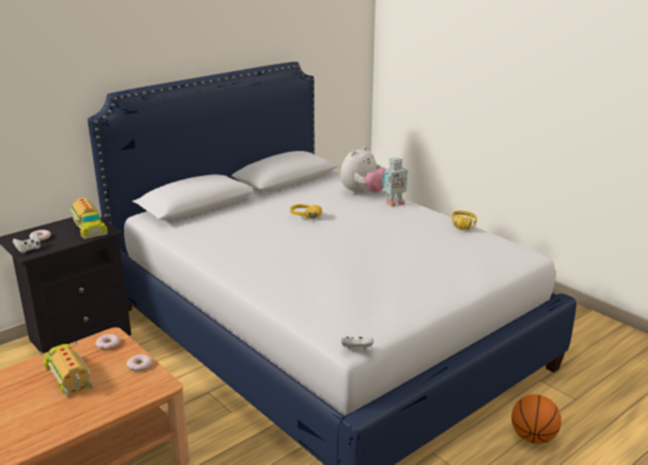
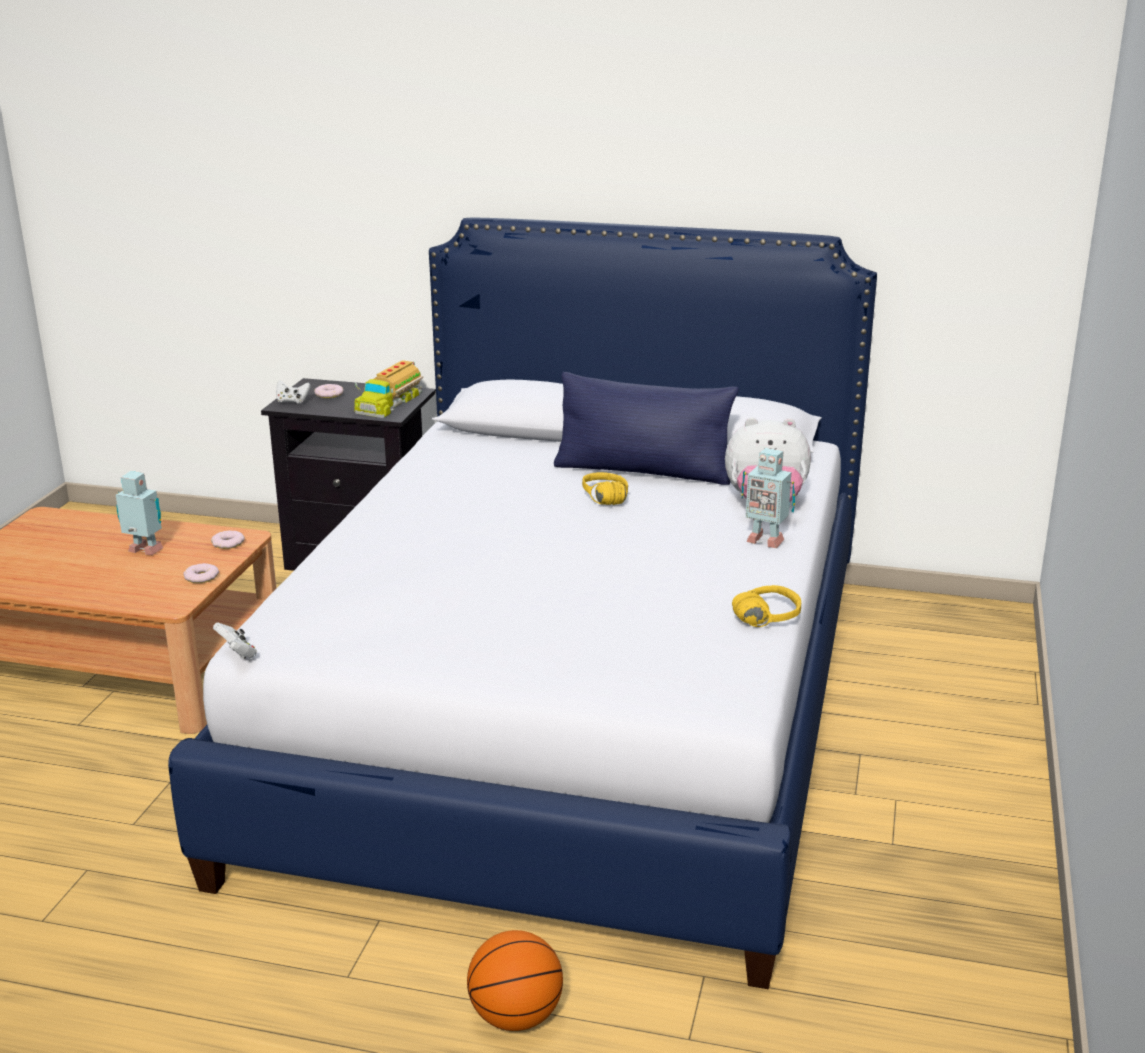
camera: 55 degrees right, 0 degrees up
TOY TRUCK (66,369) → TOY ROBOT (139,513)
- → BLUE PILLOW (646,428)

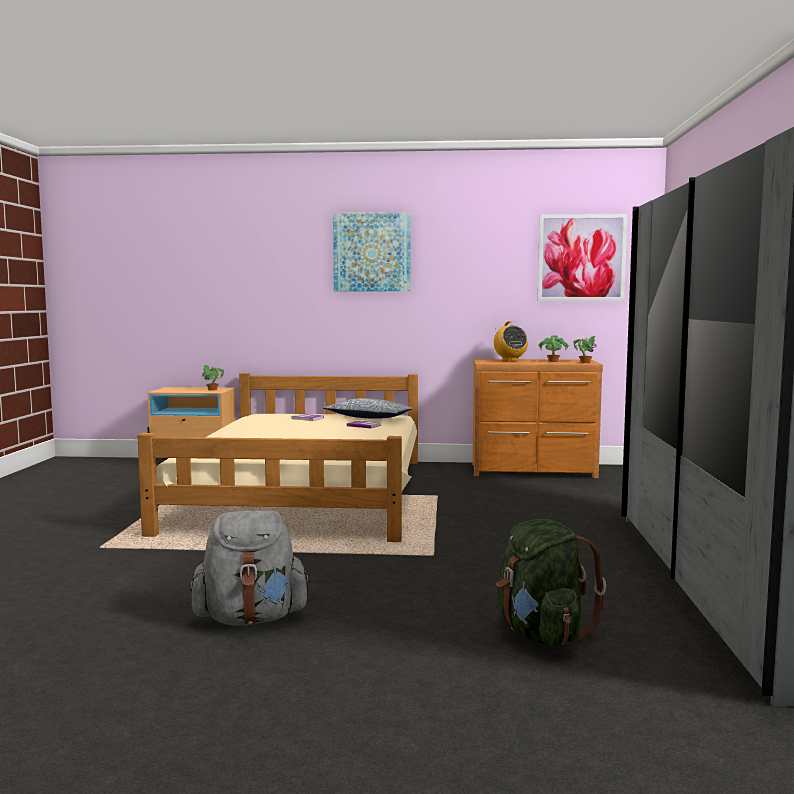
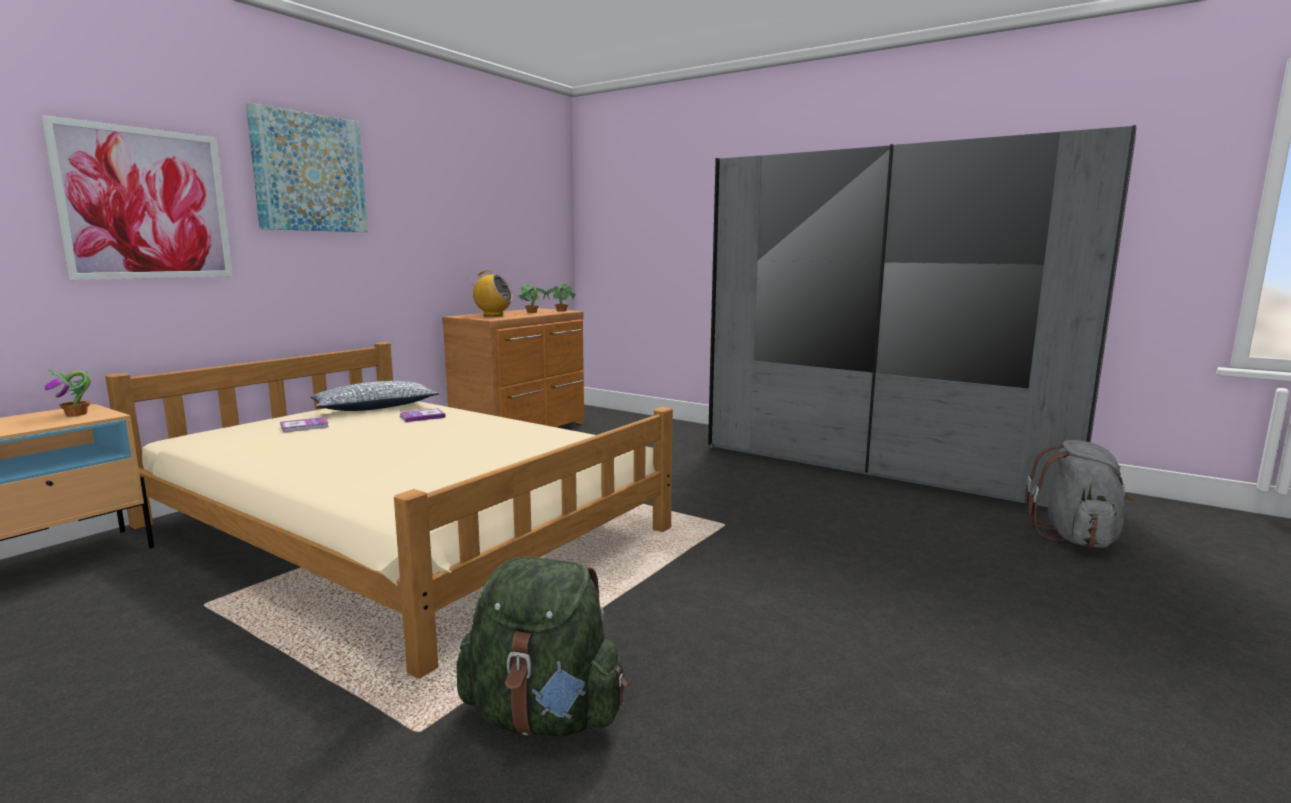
camera: 60 degrees left, 5 degrees up
PICTURE (582,257) → PICTURE (137,197), move
GREY BACKPACK (250,568) → GREY BACKPACK (1079,494), move
GREEN BACKPACK (551,582) → GREEN BACKPACK (542,646), move

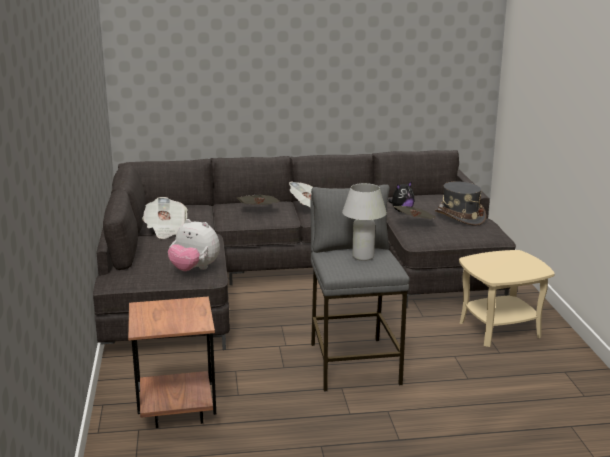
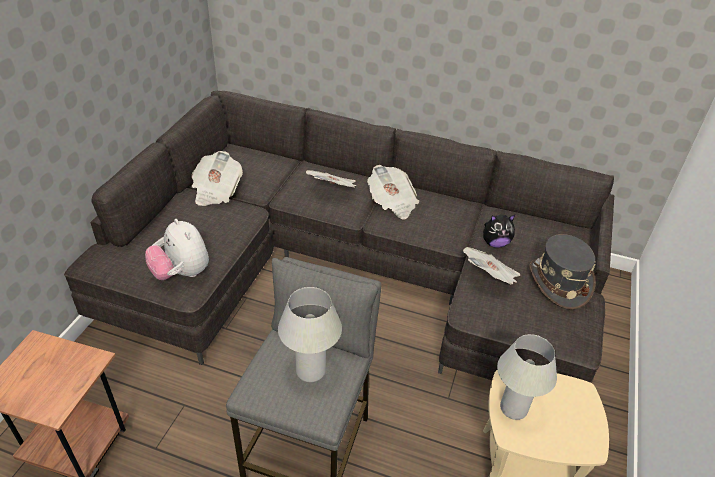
camera: 25 degrees right, 20 degrees up
- → WHITE TABLE LAMP (527,377)

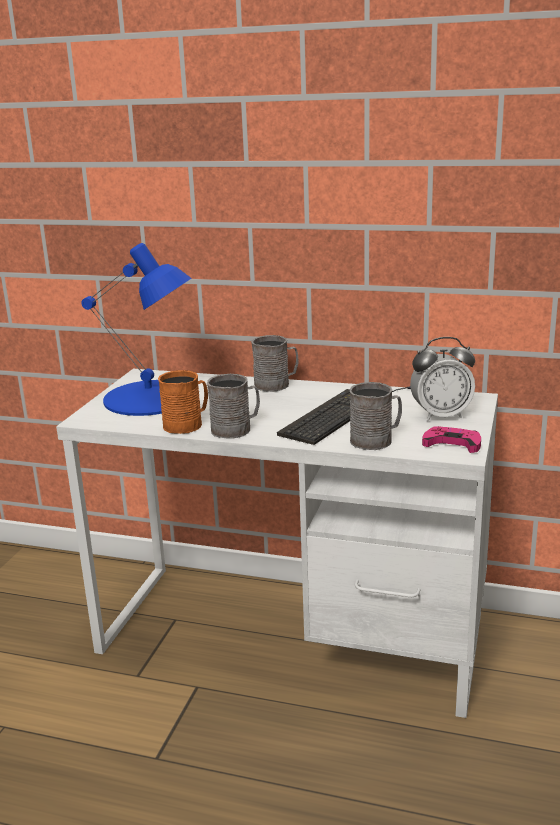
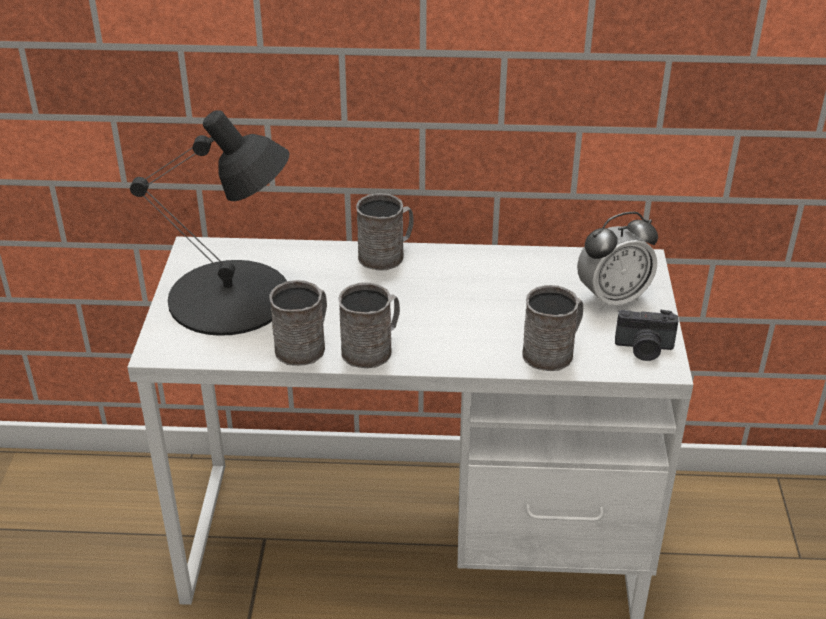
camera: 15 degrees left, 15 degrees up
BLUE TABLE LAMP (137,329) → BLACK TABLE LAMP (209,223)
ORANGE MUG (183,402) → GREY MUG (298,323)
KEYBOARD (344,416) → -
PINK GAME CONTROLLER (451,439) → PHOTO CAMERA (647,335)

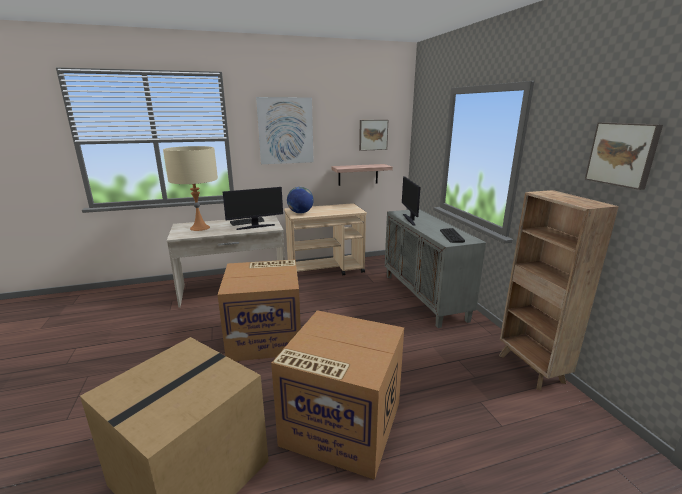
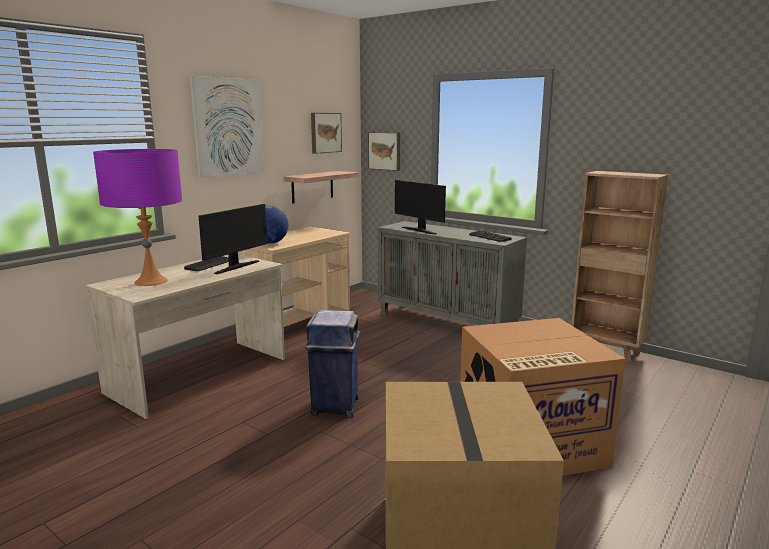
camera: 35 degrees left, 5 degrees down
PICTURE (624,156) → PICTURE (384,151), move
BEIGE TABLE LAMP (190,188) → PURPLE TABLE LAMP (137,217)
CARDBOARD BOX (259,310) → BLUE TRASH CAN (332,364)

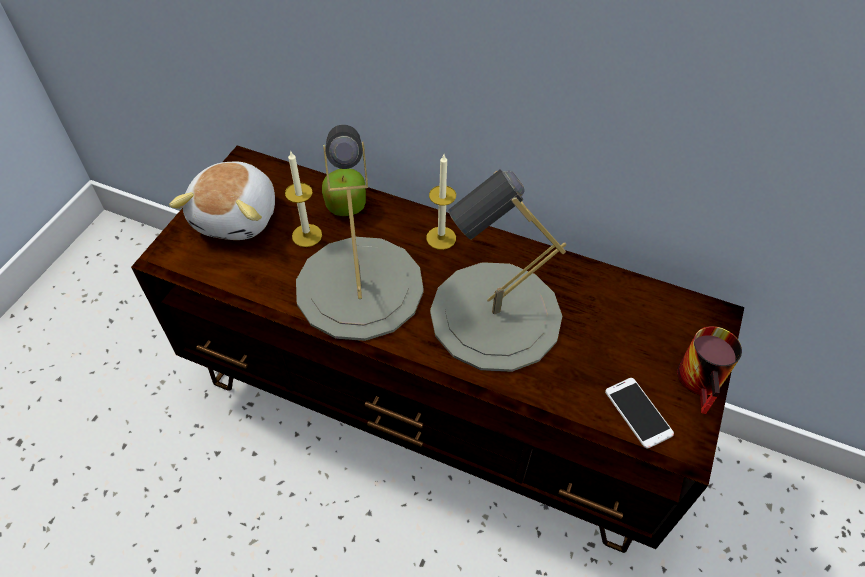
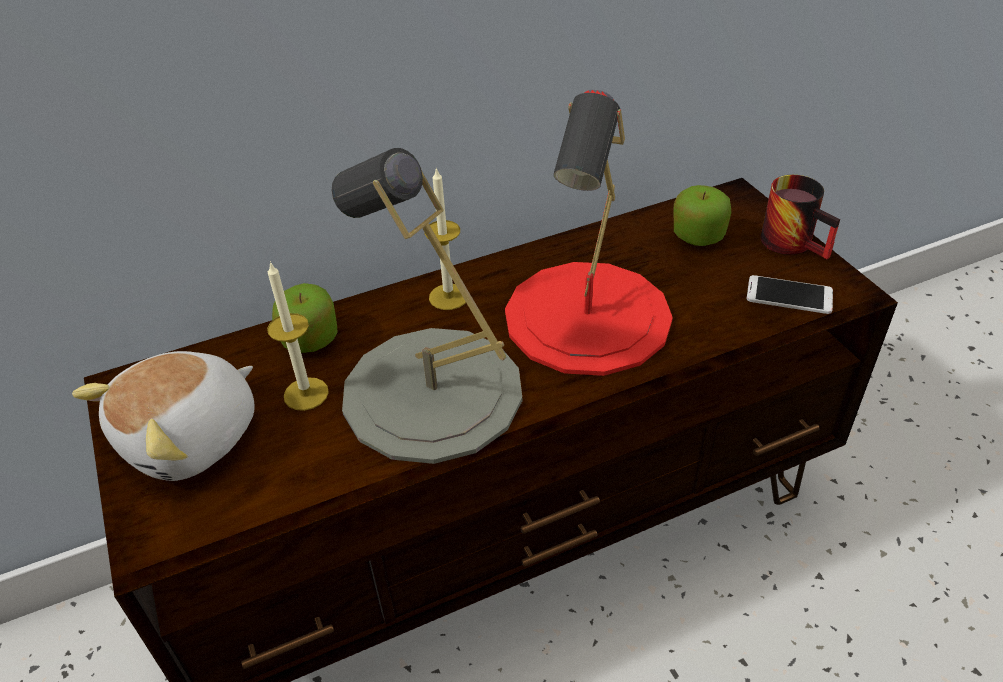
camera: 45 degrees left, 10 degrees down
PLUSH TOY (222,200) → PLUSH TOY (163,416), 75 degrees clockwise
GREY TABLE LAMP (498,270) → RED TABLE LAMP (589,233)
- → APPLE (702,215)

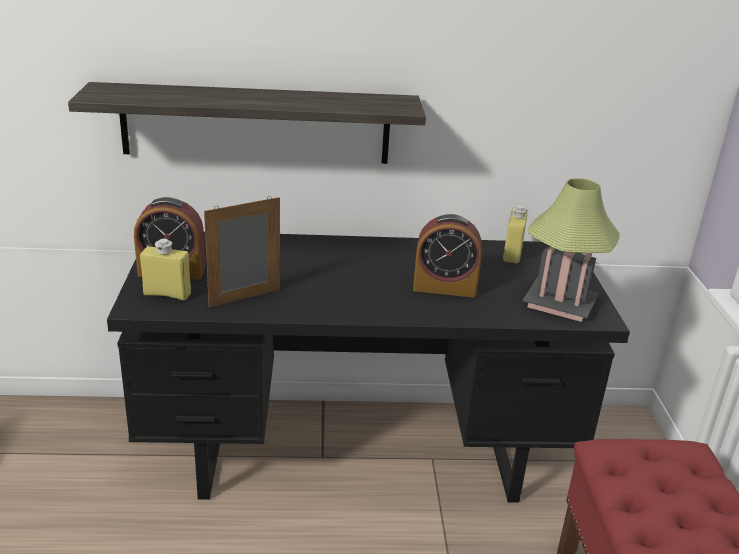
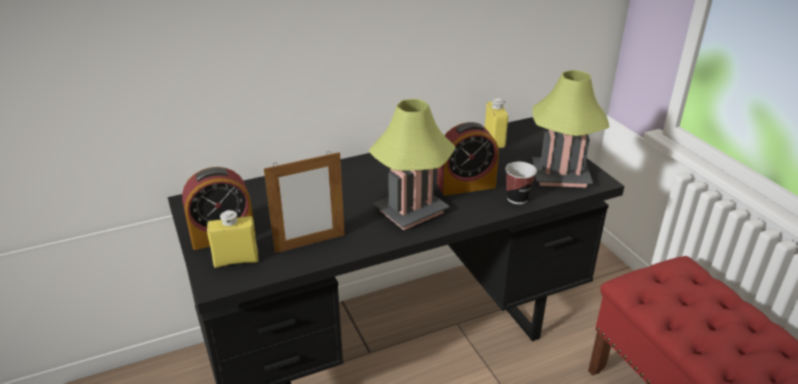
camera: 20 degrees left, 5 degrees up
SHELF (247,123) → -
PICTURE FRAME (242,251) → PICTURE FRAME (304,202), 150 degrees counterclockwise
- → TABLE LAMP (412,164)
- → CUP (521,183)

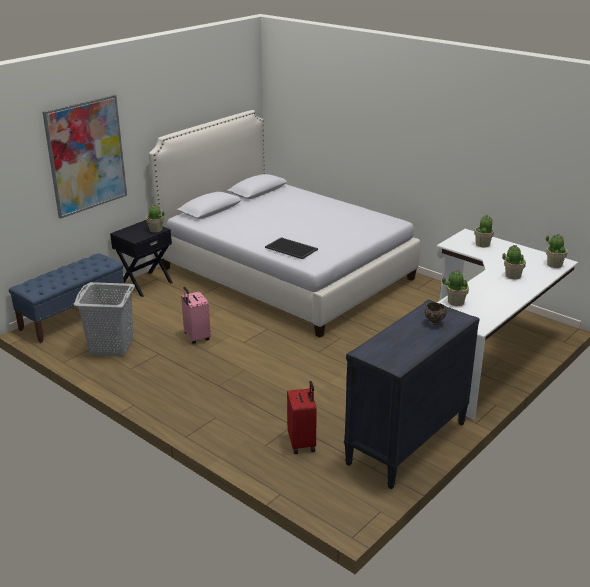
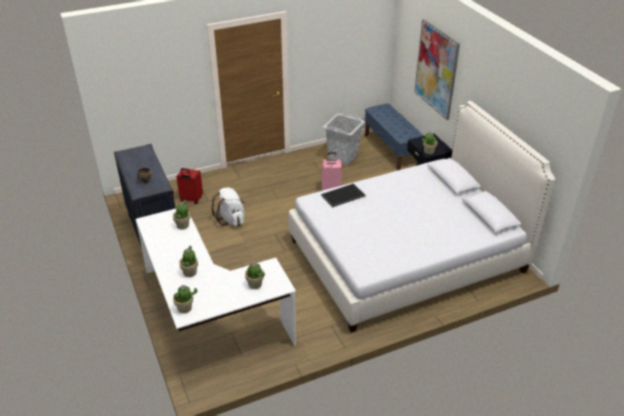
camera: 115 degrees right, 10 degrees up
- → WHITE BACKPACK (228,206)

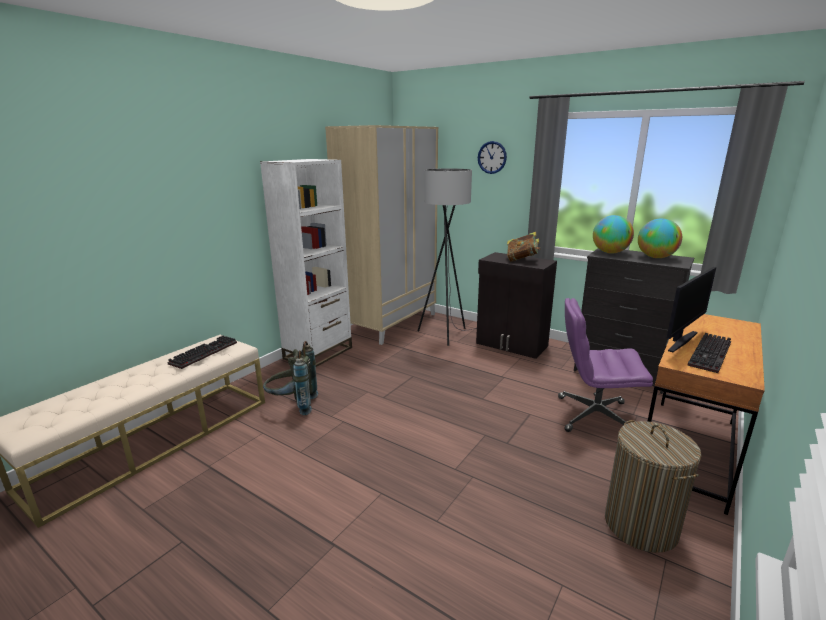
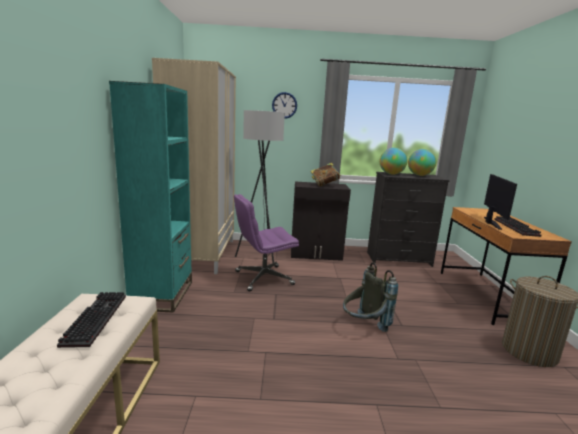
camera: 35 degrees left, 5 degrees down
WHITE BOOKCASE (306,263) → TURQUOISE BOOKCASE (150,197)
PURPLE OFFICE CHAIR (605,365) → PURPLE OFFICE CHAIR (266,243), move
GREY BACKPACK (290,378) → GREY BACKPACK (370,297), move

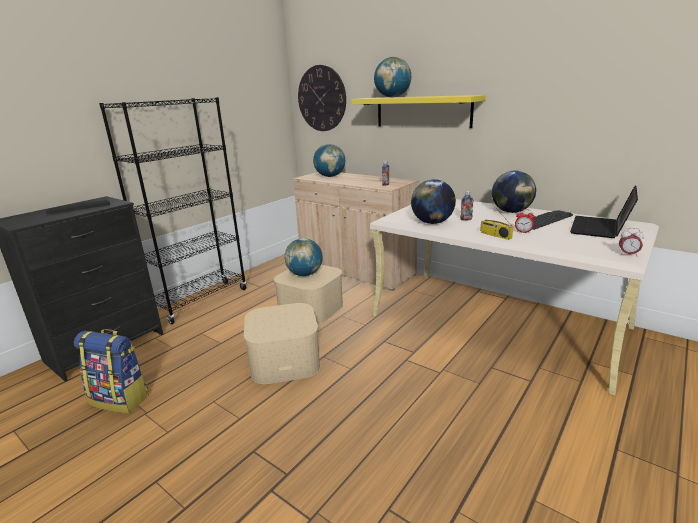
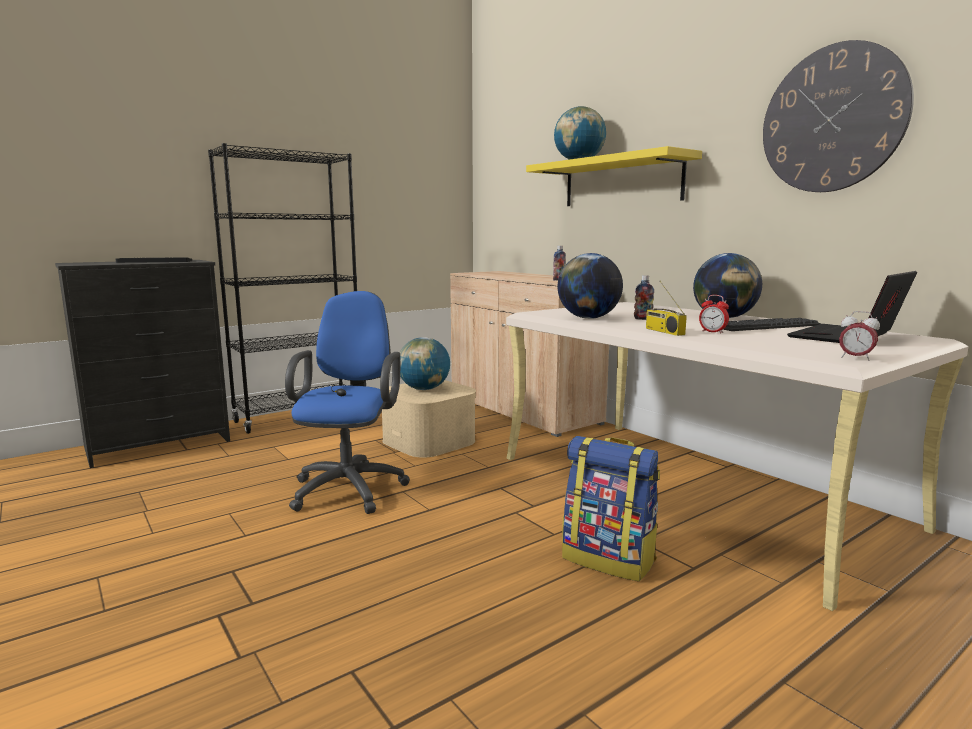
camera: 15 degrees right, 10 degrees down
WALL CLOCK (322,98) → WALL CLOCK (838,116), move
GLOBE (329,160) → -
BEIGE STORAGE BOX (282,343) → BLUE OFFICE CHAIR (347,402)
BACKPACK (111,371) → BACKPACK (611,509), move

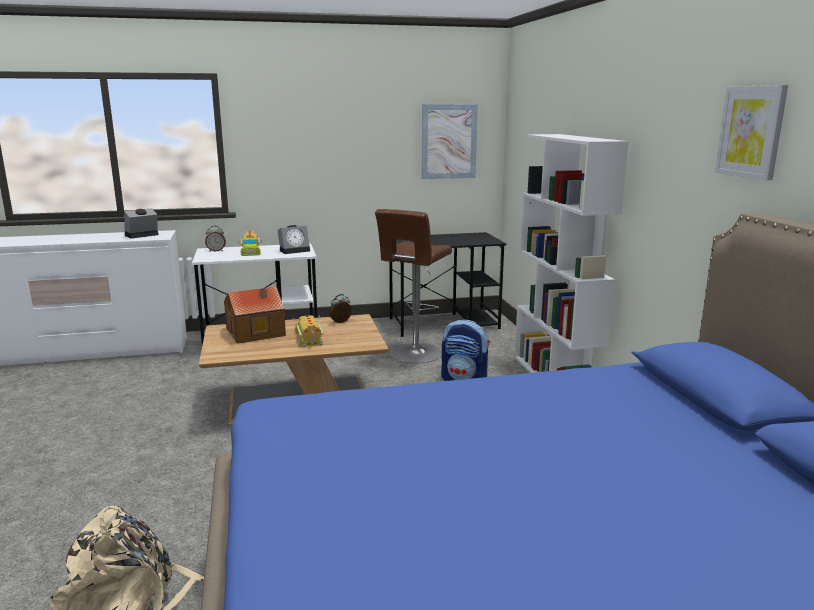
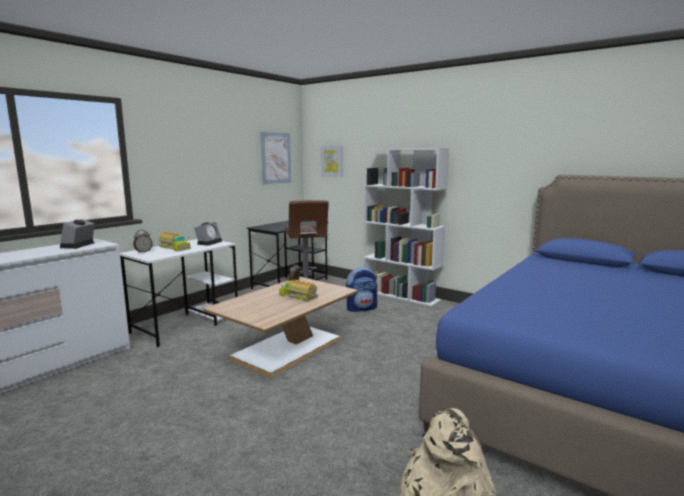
camera: 40 degrees left, 5 degrees down
PICTURE (751,132) → PICTURE (331,161), move
TOY HOUSE (255,315) → -

